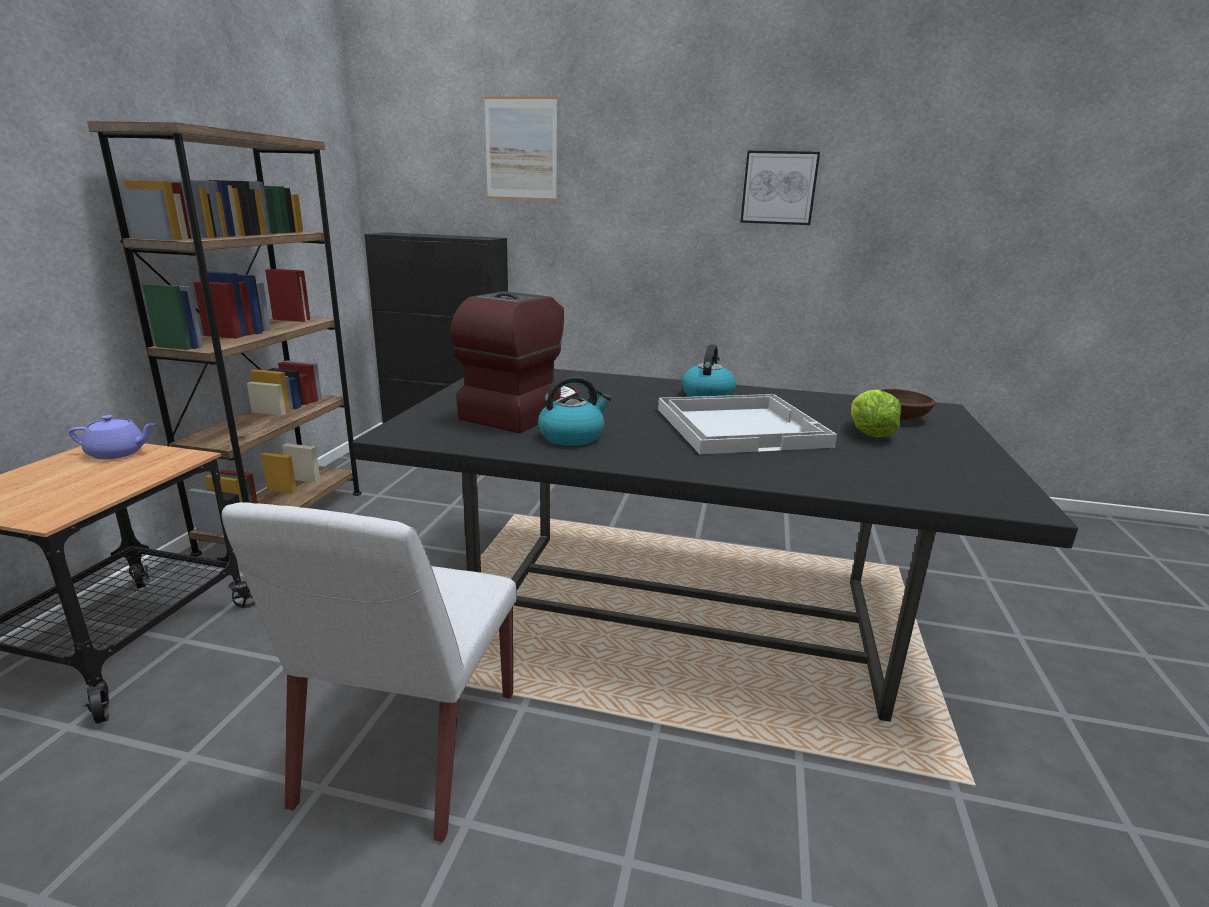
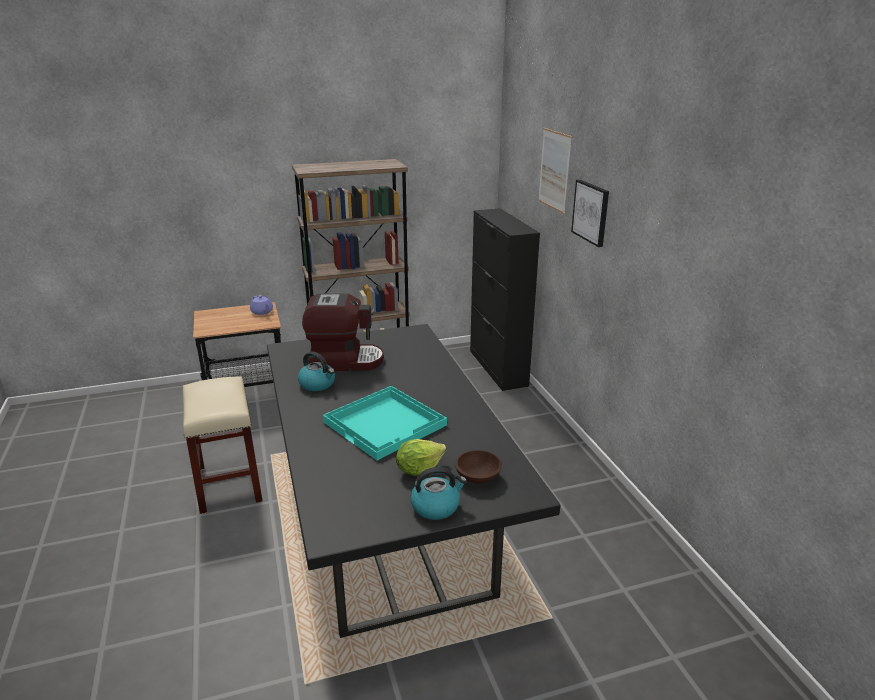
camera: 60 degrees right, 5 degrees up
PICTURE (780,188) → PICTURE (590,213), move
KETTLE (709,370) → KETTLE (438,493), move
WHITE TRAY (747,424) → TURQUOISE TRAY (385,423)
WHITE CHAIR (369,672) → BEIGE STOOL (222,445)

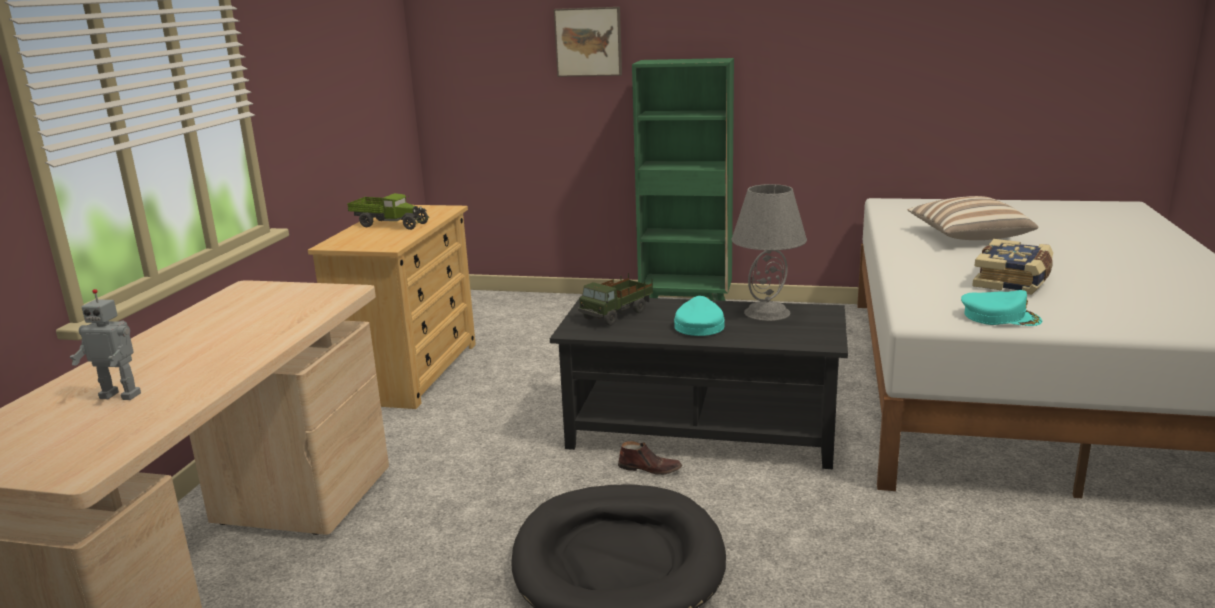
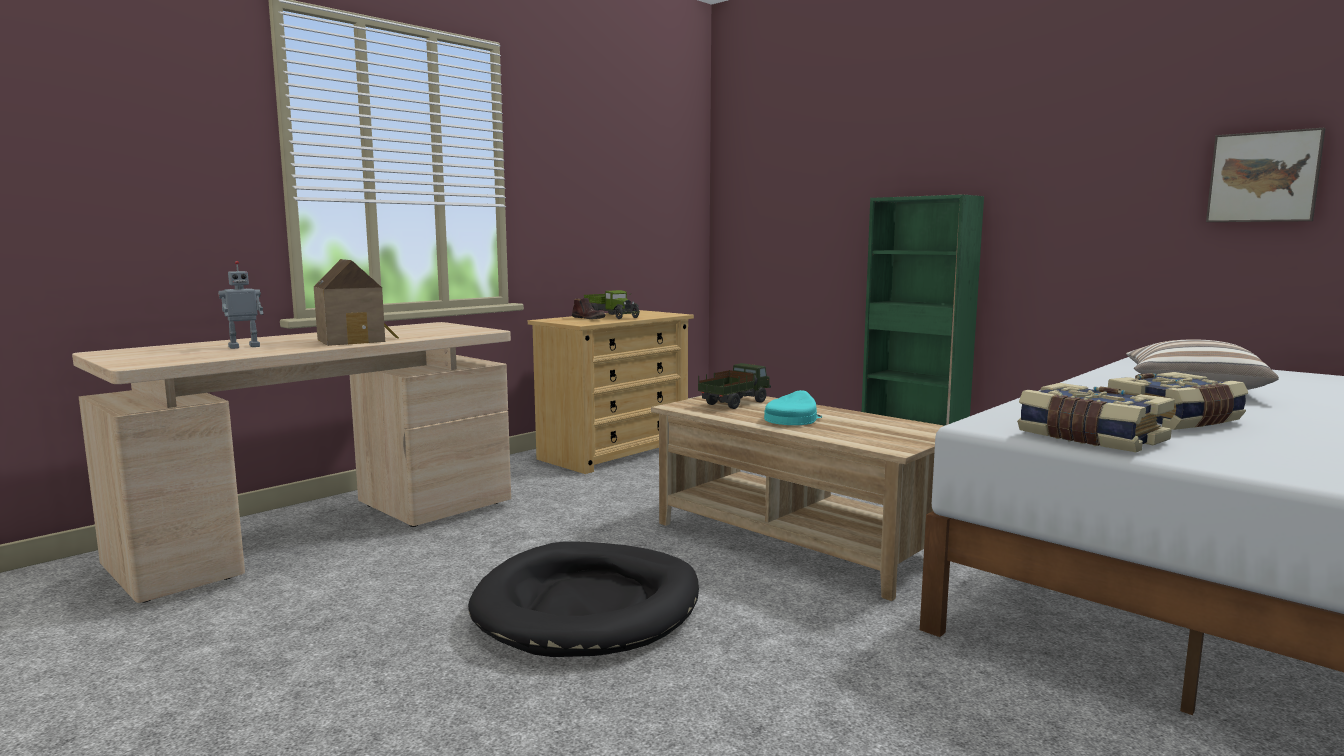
camera: 30 degrees right, 10 degrees down
PICTURE (588,42) → PICTURE (1265,175), move
GREY TABLE LAMP (769,252) → -
TOY TRUCK (615,299) → TOY TRUCK (734,386), 150 degrees clockwise
TOY ROBOT (105,344) → TOY ROBOT (240,305), 75 degrees counterclockwise
TURQUOISE CAP (1001,308) → BOOK (1096,417)
BLACK COFFEE TABLE (699,382) → BEIGE COFFEE TABLE (797,497)
BROWN SHOE (650,458) → BROWN SHOE (588,308), move
- → TOY HOUSE (356,302)

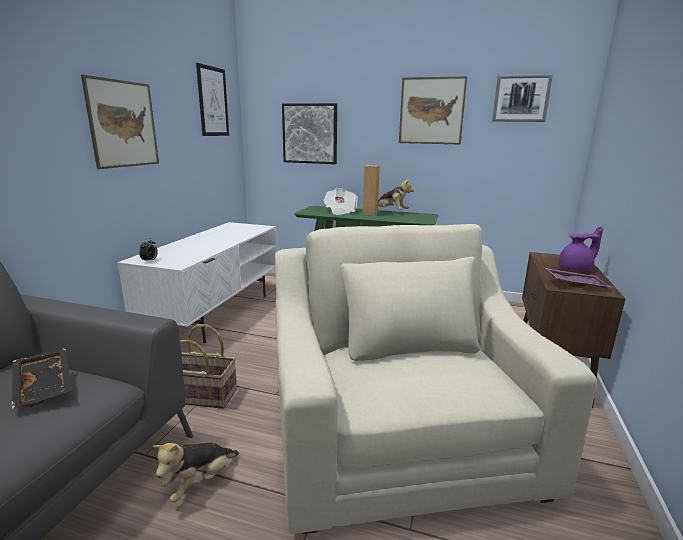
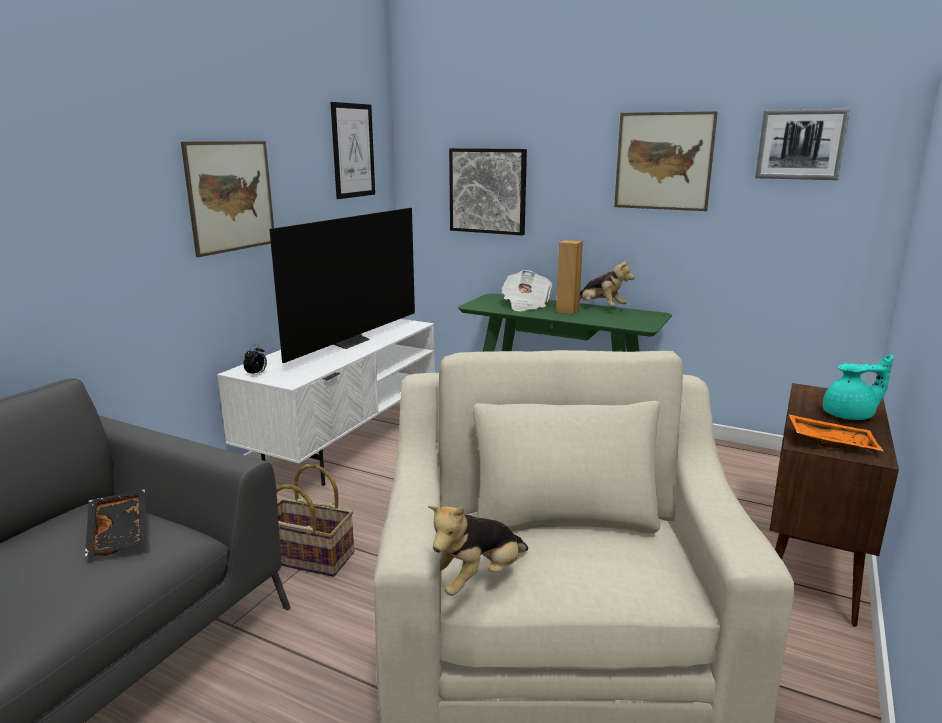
camera: 10 degrees right, 0 degrees up
PURPLE TEAPOT (580,248) → TURQUOISE TEAPOT (858,387)
PURPLE TRAY (578,278) → ORANGE TRAY (836,433)
PLUSH TOY (195,472) → PLUSH TOY (478,551), move
- → TELEVISION (342,285)

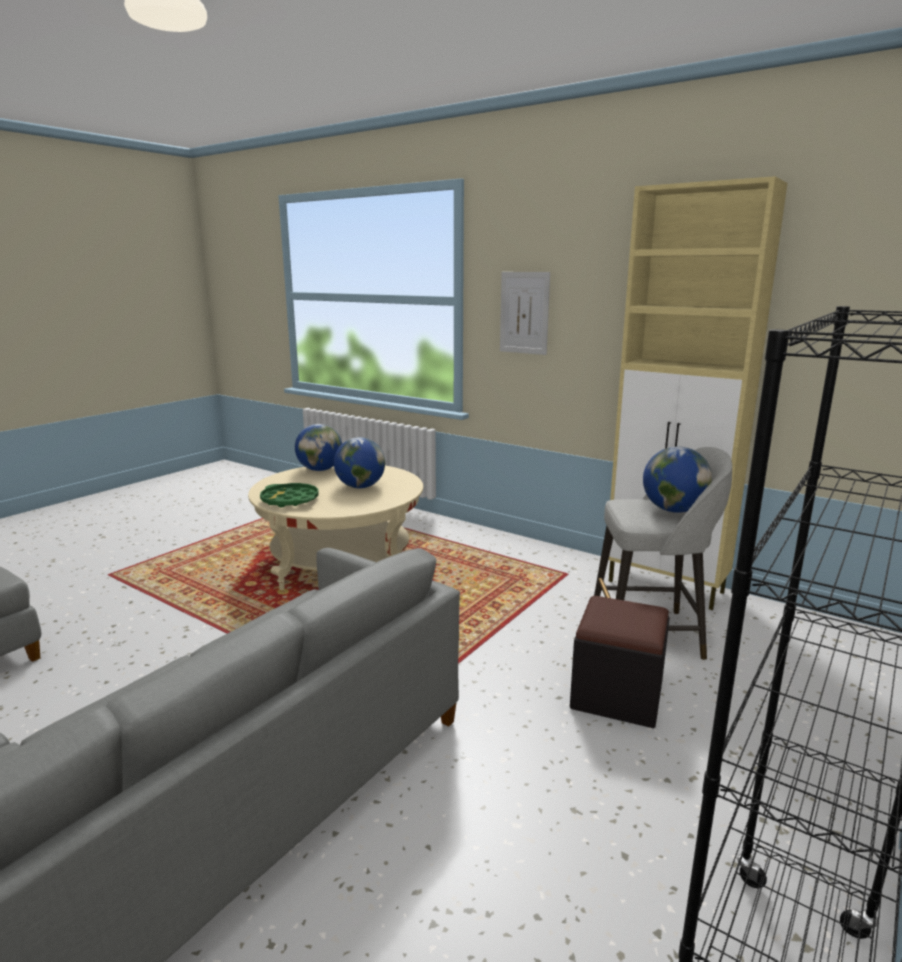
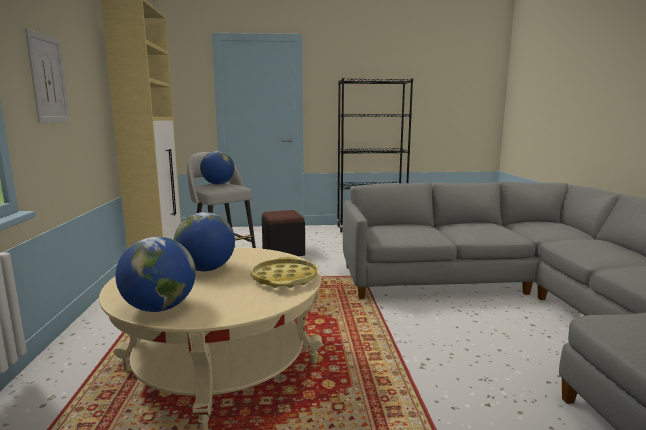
camera: 130 degrees left, 5 degrees down
GREEN TRAY (289,495) → YELLOW TRAY (284,272)

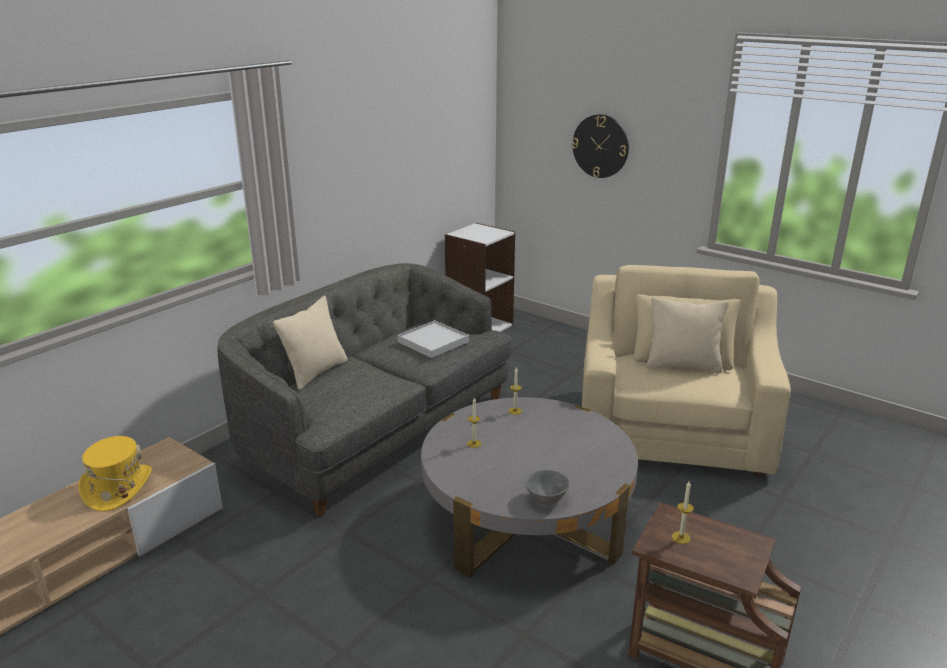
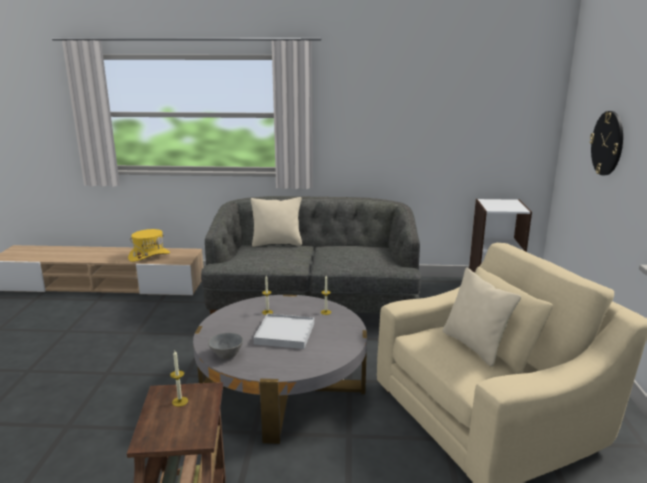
camera: 55 degrees right, 5 degrees down
WHITE TRAY (433,339) → WHITE TRAY (283,331), move

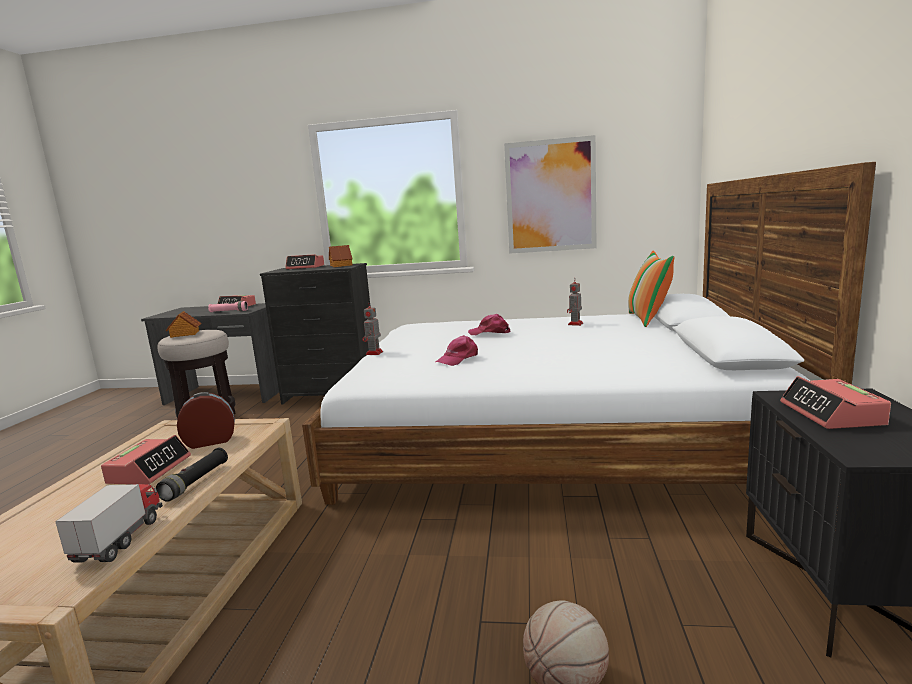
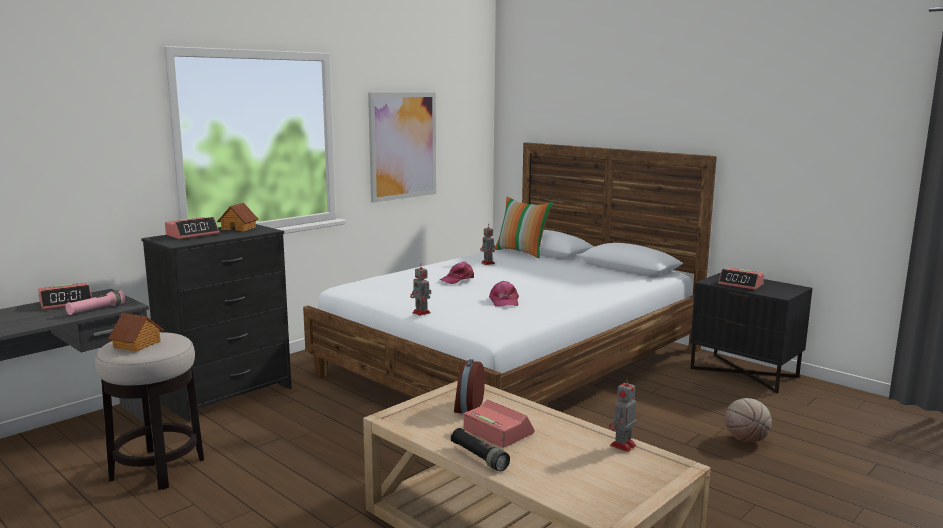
camera: 55 degrees left, 0 degrees up
BLACK FLASHLIGHT (192,475) → BLACK FLASHLIGHT (480,449), move
TOY TRUCK (109,523) → TOY ROBOT (623,414)

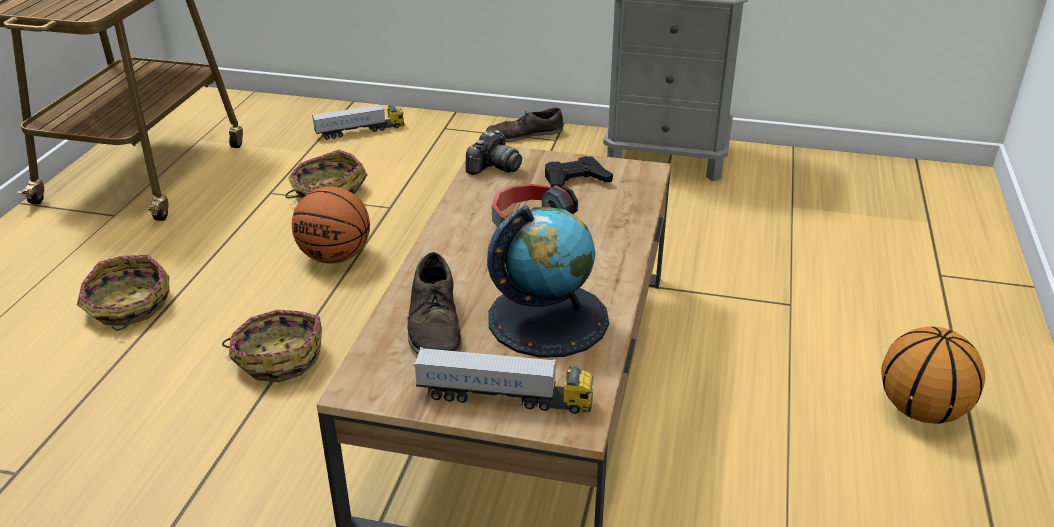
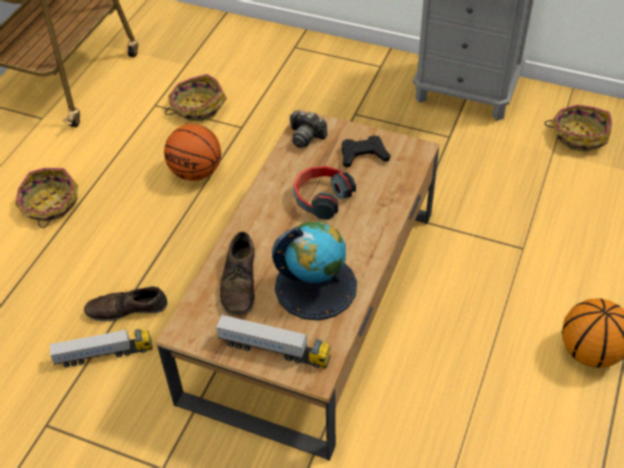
camera: 10 degrees right, 15 degrees up
TOY TRUCK (358,122) → TOY TRUCK (101,348), move
BROWN SHOE (524,125) → BROWN SHOE (126,304), move
PHOTO CAMERA (494,152) → PHOTO CAMERA (309,129), 75 degrees clockwise
BASKET (272,346) → BASKET (578,128), move

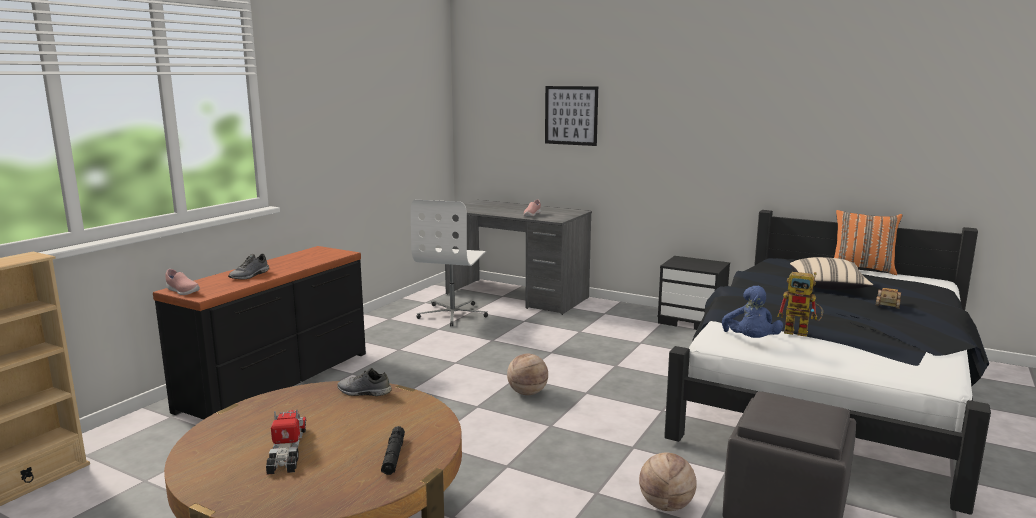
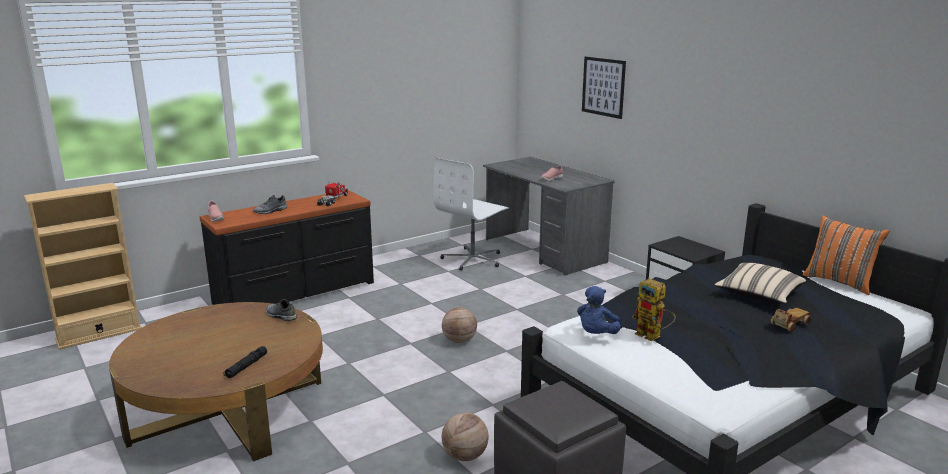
camera: 25 degrees right, 5 degrees up
TOY TRUCK (286,442) → TOY TRUCK (332,193), move

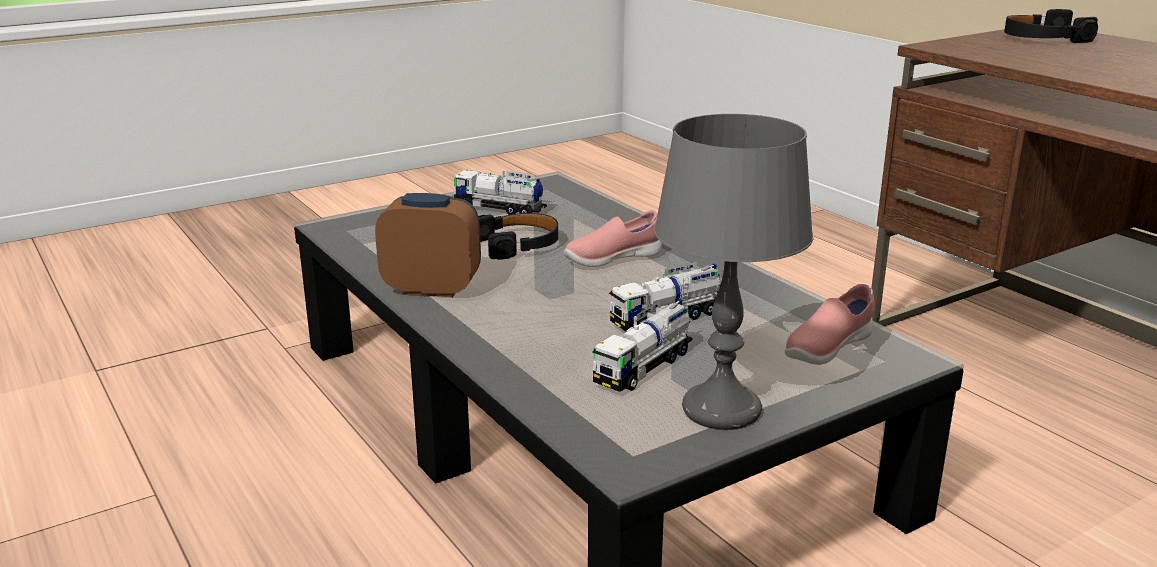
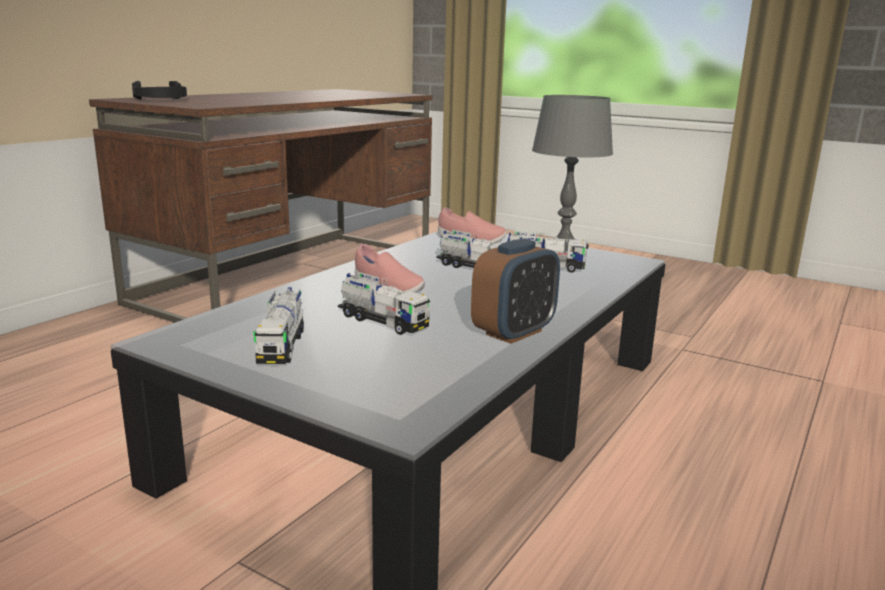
camera: 115 degrees left, 5 degrees down
ALARM CLOCK (428,245) → ALARM CLOCK (515,291), 120 degrees counterclockwise
BLACK HEADPHONES (518,236) → TOY TRUCK (384,303)

